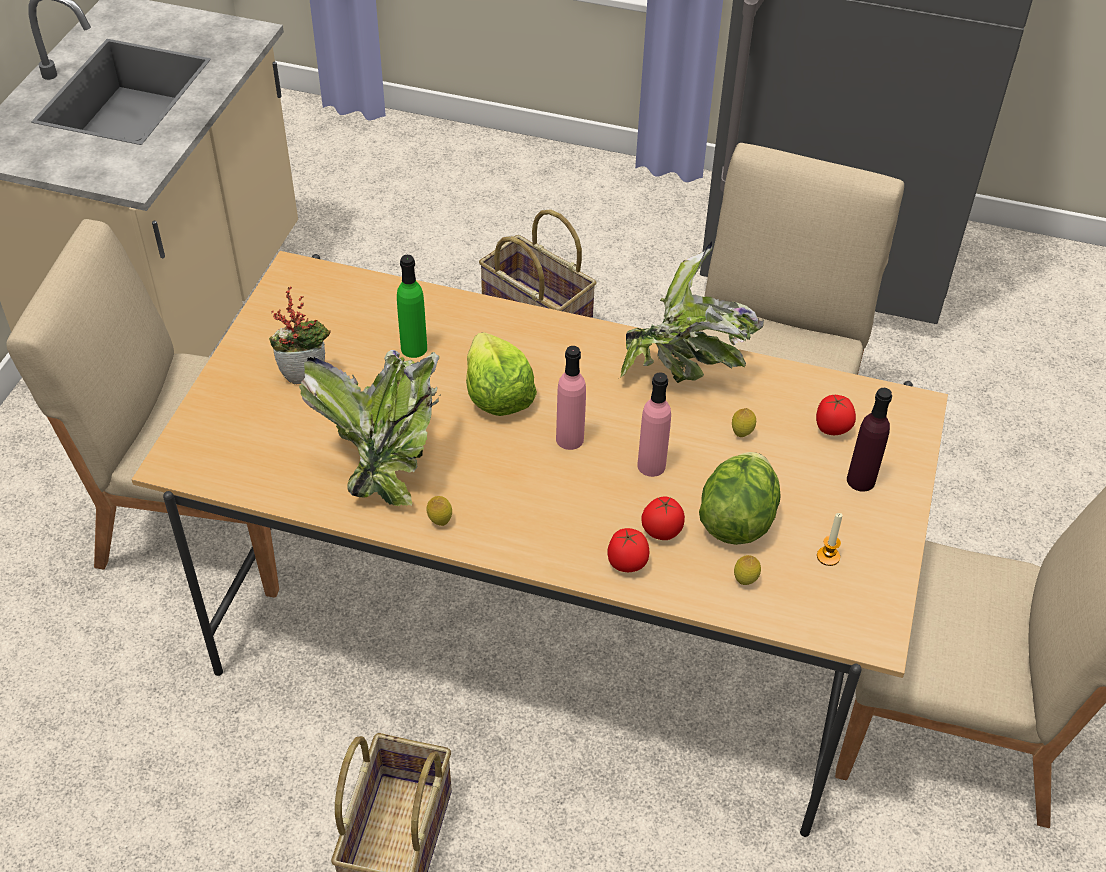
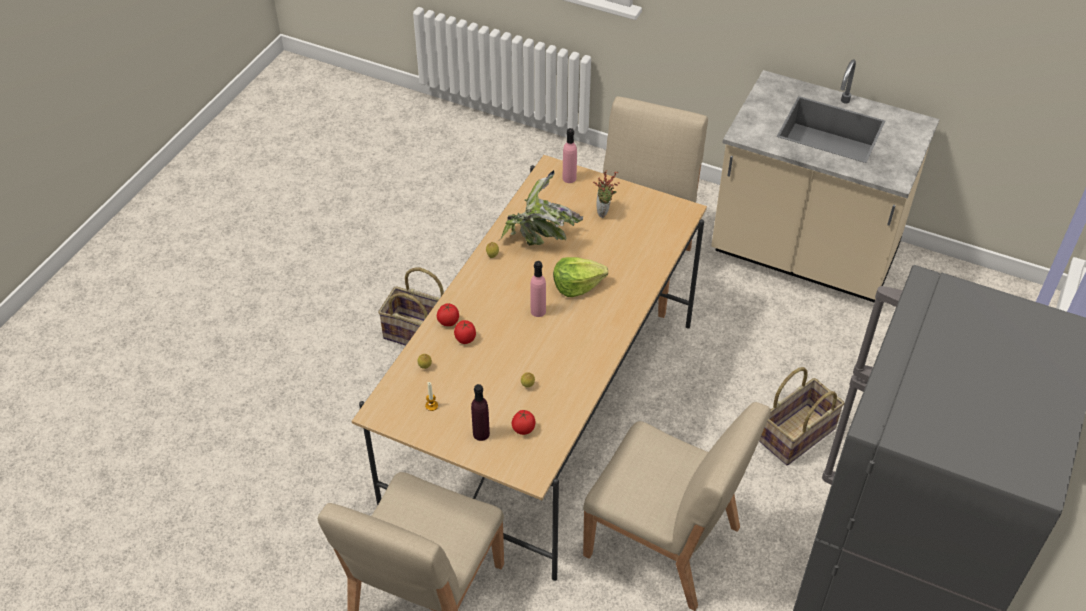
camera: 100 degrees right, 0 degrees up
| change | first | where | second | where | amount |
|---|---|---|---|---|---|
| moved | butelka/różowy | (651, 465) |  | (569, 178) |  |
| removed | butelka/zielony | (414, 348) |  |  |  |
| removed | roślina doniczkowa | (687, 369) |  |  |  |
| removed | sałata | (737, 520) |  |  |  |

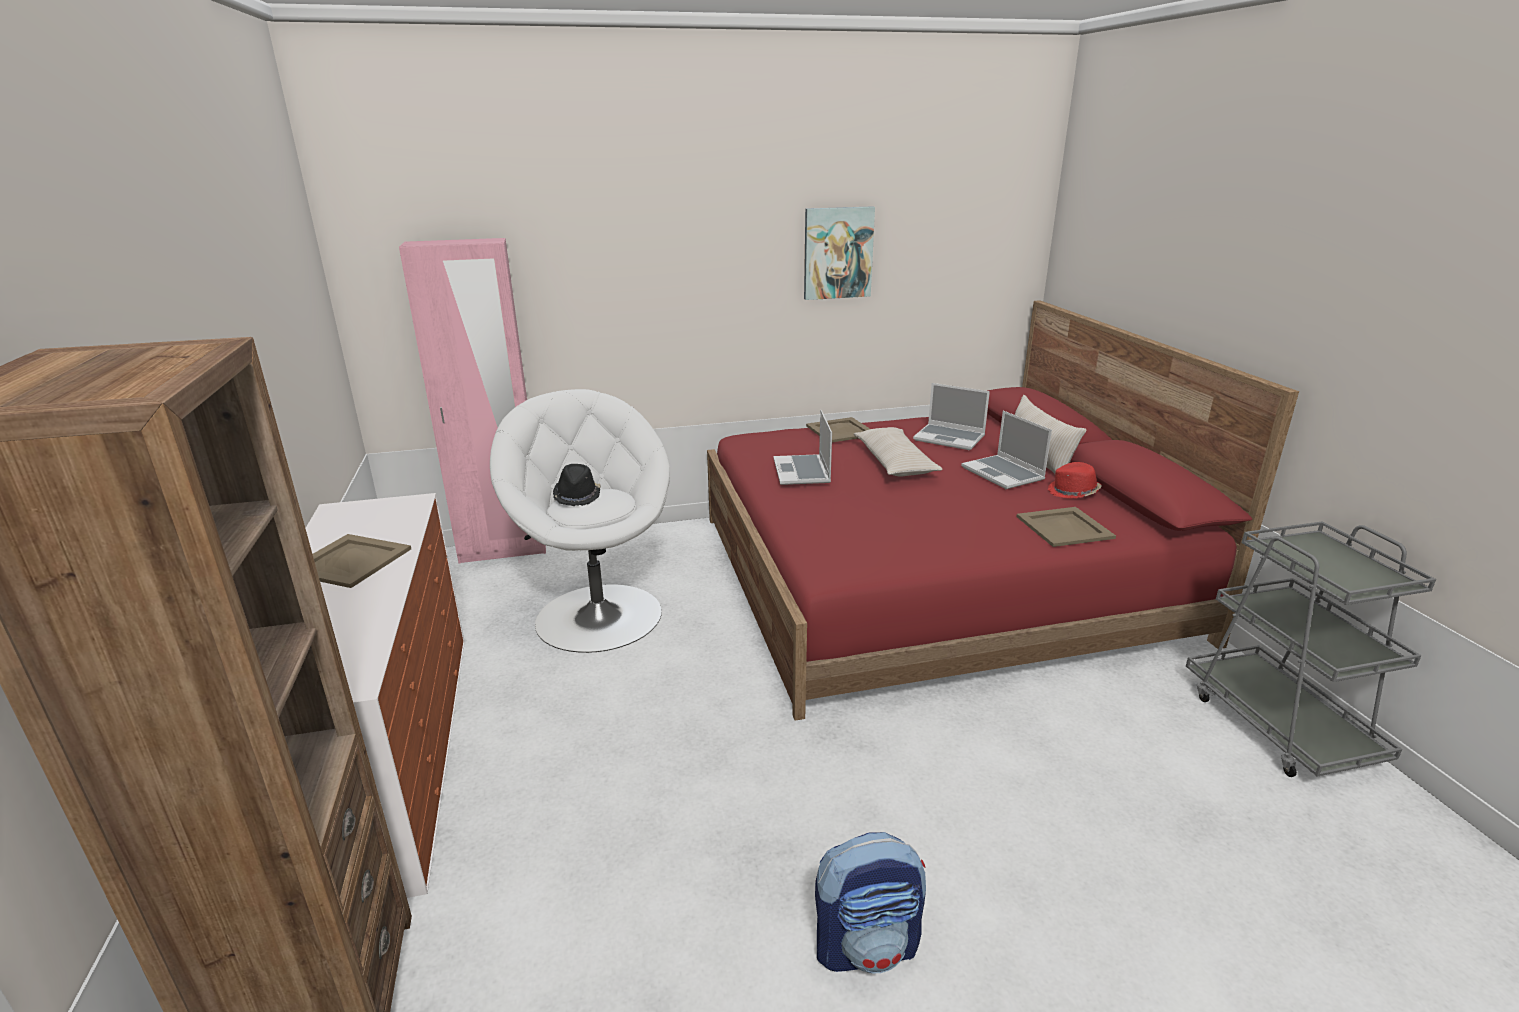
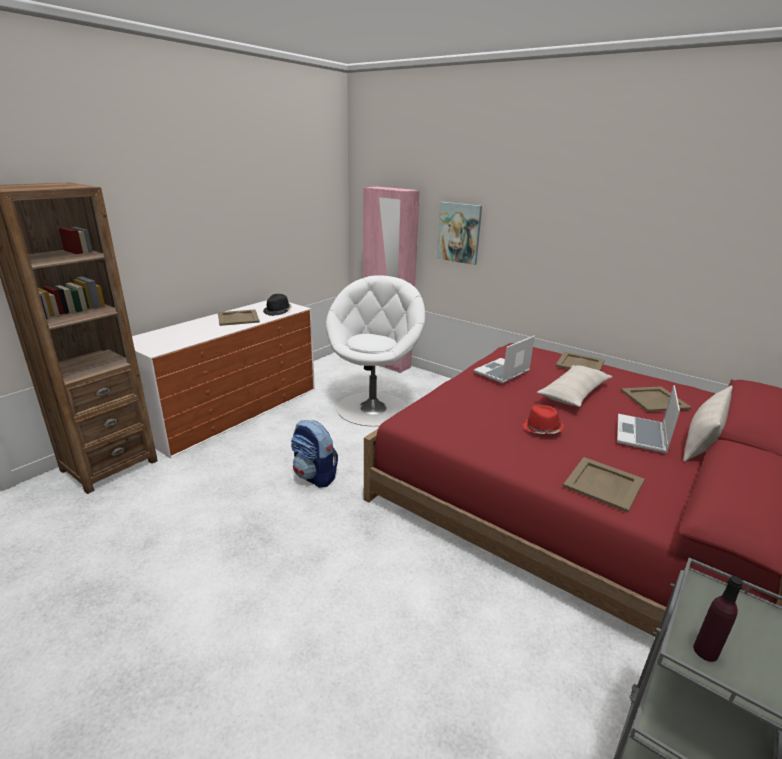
camera: 50 degrees right, 0 degrees up
| change | first | where | second | where | amount |
|---|---|---|---|---|---|
| moved | kapelusz/czarny | (577, 496) |  | (278, 311) |  |
| moved | plecak | (867, 945) |  | (315, 476) |  |
| moved | obraz | (837, 253) |  | (459, 232) |  |
| moved | kapelusz/czerwony | (1073, 492) |  | (541, 430) |  |
| replaced | laptop | (950, 438) | taca/beżowy | (655, 399) |  |
| added |  |  | butelka/fioletowy | (705, 651) |  |

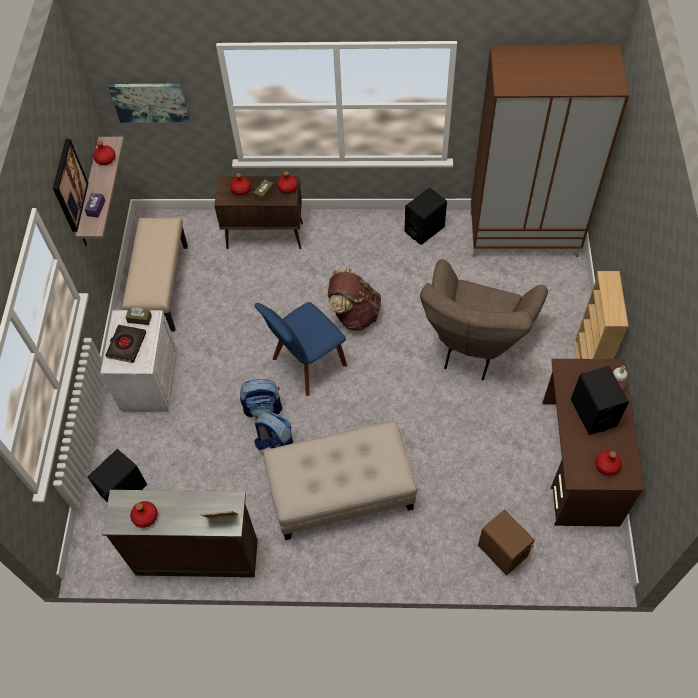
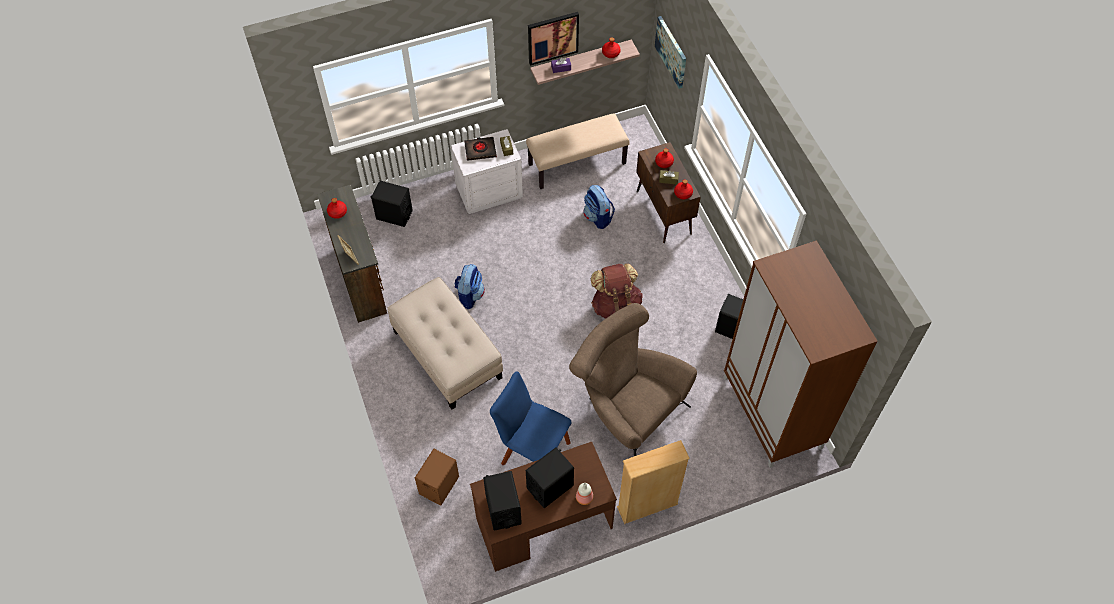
camera: 65 degrees right, 0 degrees up
| change | first | where | second | where | amount |
|---|---|---|---|---|---|
| replaced | butelka/czerwony | (606, 465) | głośnik/czarny | (503, 509) |  |
| moved | krzesło/niebieski | (306, 364) |  | (532, 451) |  |
| turned | fotel/brązowy | (474, 345) |  | (626, 407) | 45 degrees clockwise |
| moved | plecak | (263, 408) |  | (598, 217) |  |

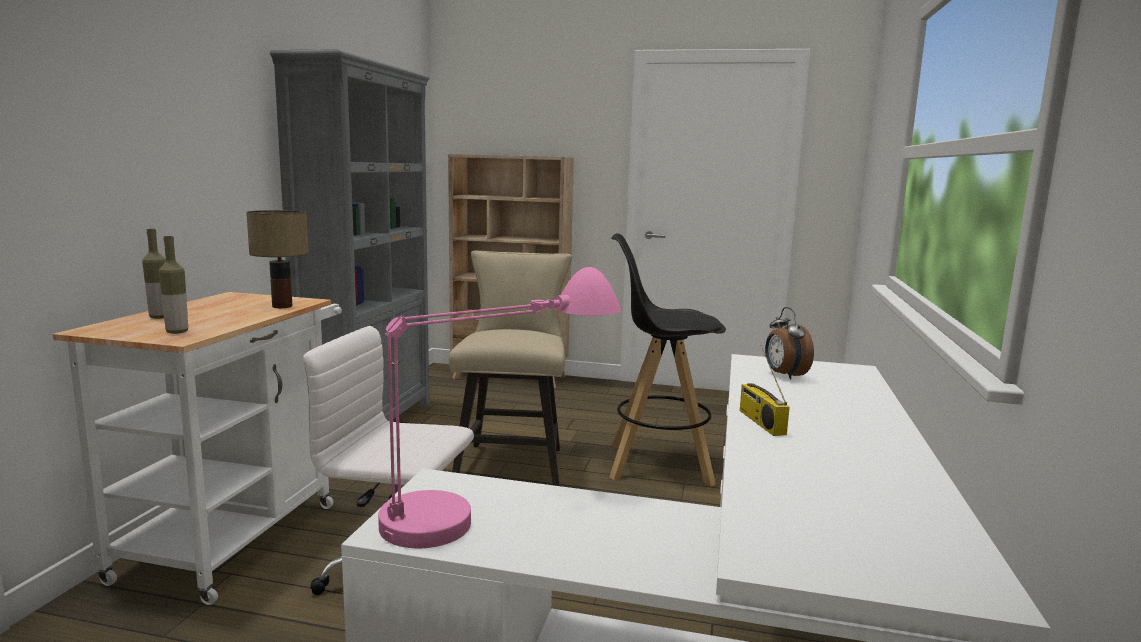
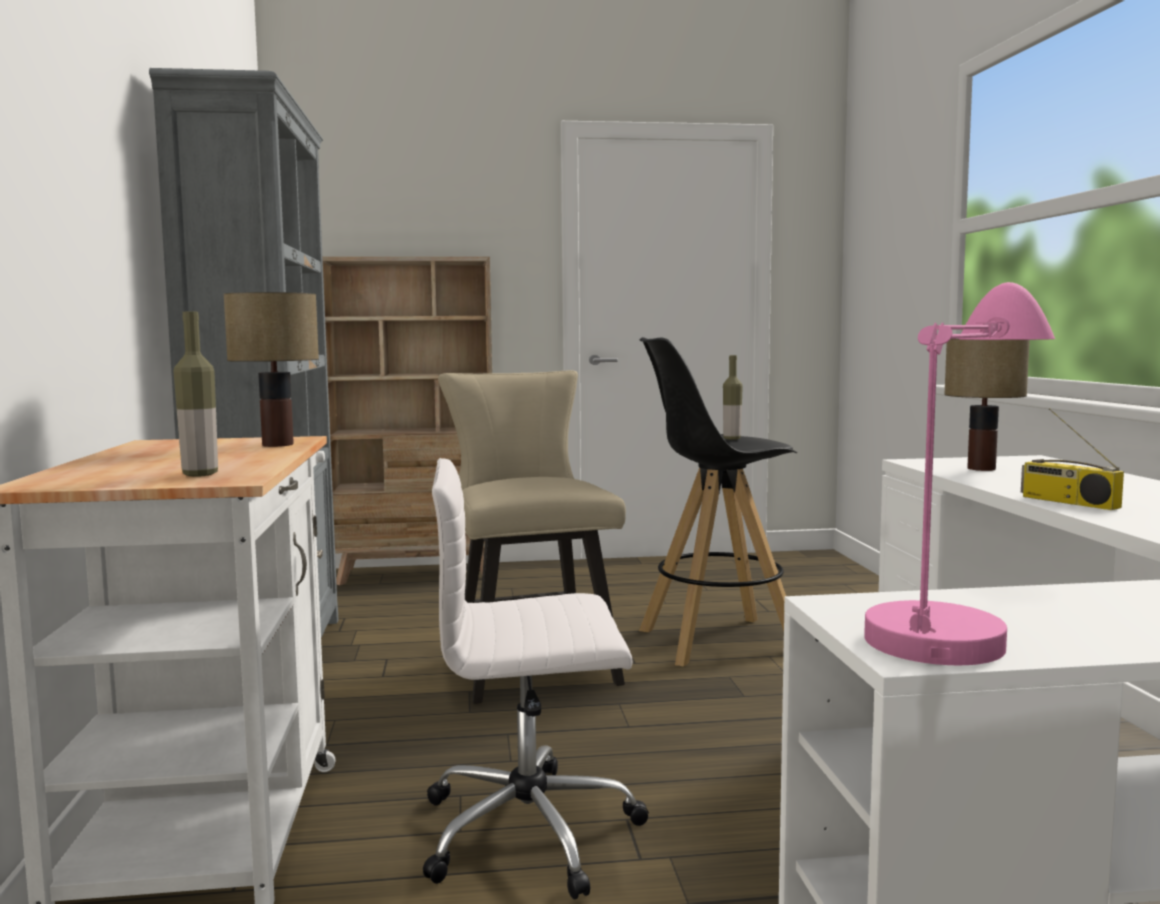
camera: 20 degrees left, 5 degrees down
| change | first | where | second | where | amount |
|---|---|---|---|---|---|
| moved | butelka | (159, 317) |  | (732, 439) |  |
| replaced | budzik | (784, 375) | lampa stołowa | (983, 468) |  |

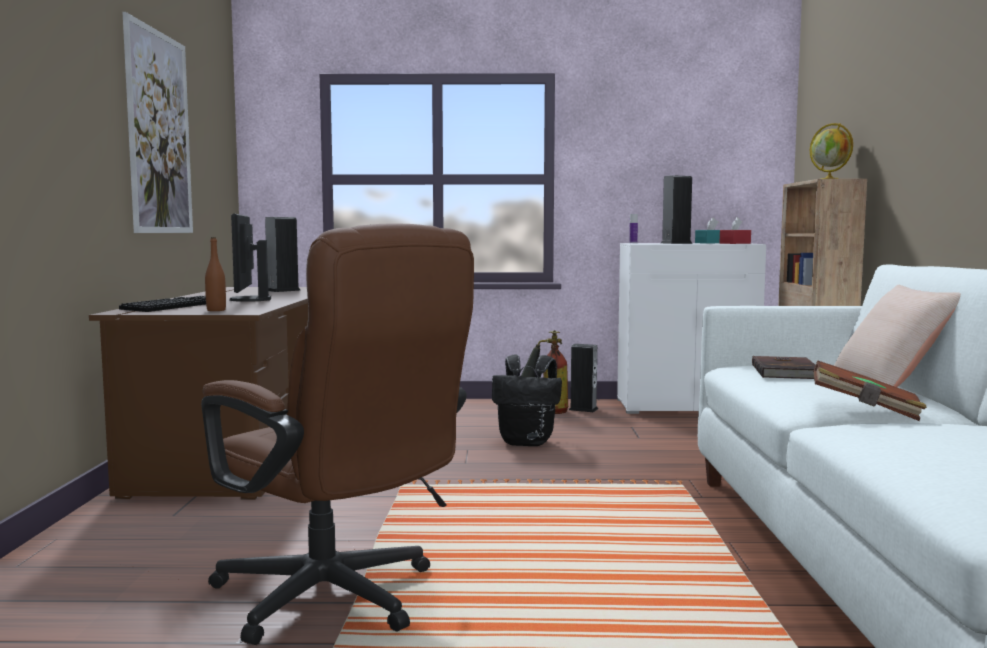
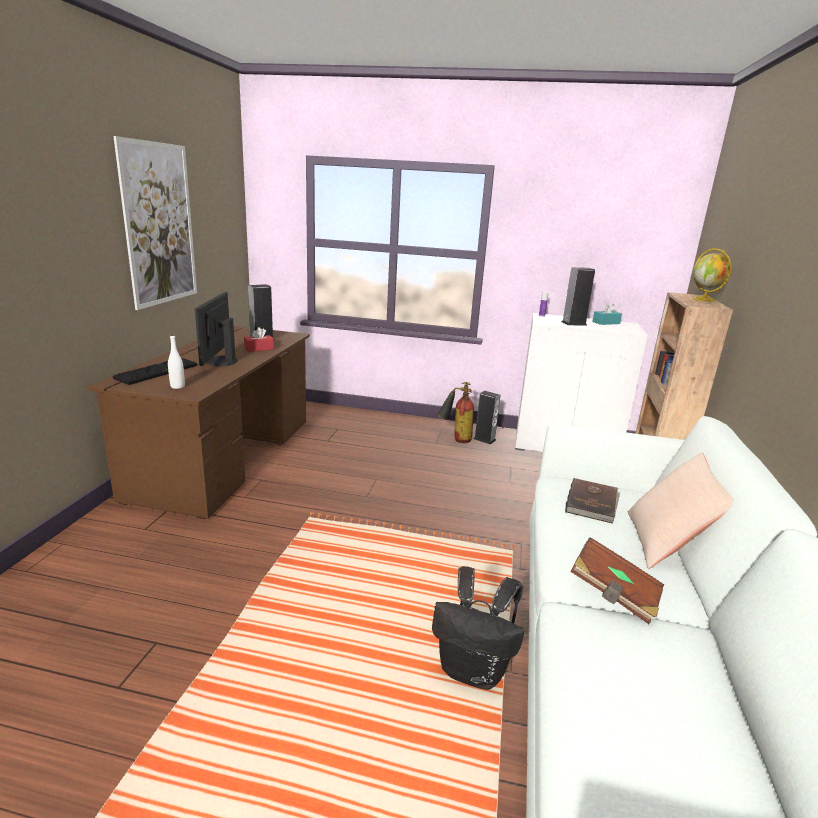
camera: 10 degrees right, 15 degrees up
| change | first | where | second | where | amount |
|---|---|---|---|---|---|
| recoloured | butelka/brązowy | (216, 310) | butelka/biały | (177, 386) |  |
| moved | pudełko chusteczek/czerwony | (735, 243) |  | (259, 349) |  |
| moved | plecak/czarny | (527, 442) |  | (473, 670) |  |
| removed | krzesło biurowe/brązowy | (338, 600) |  |  |  |

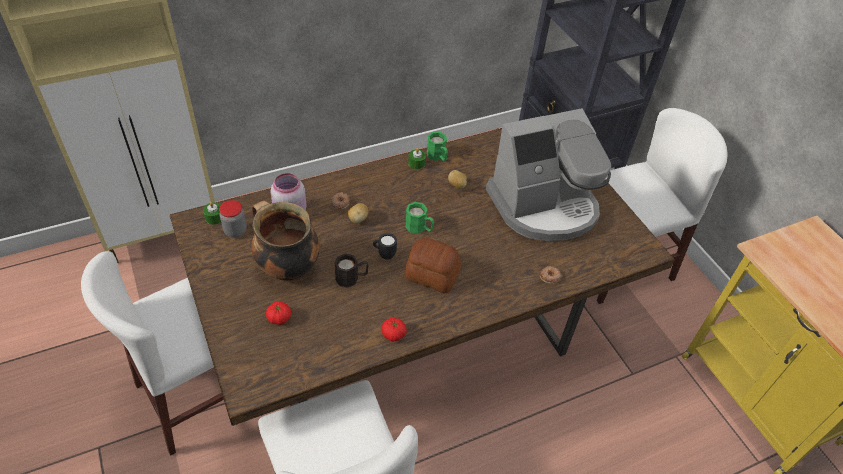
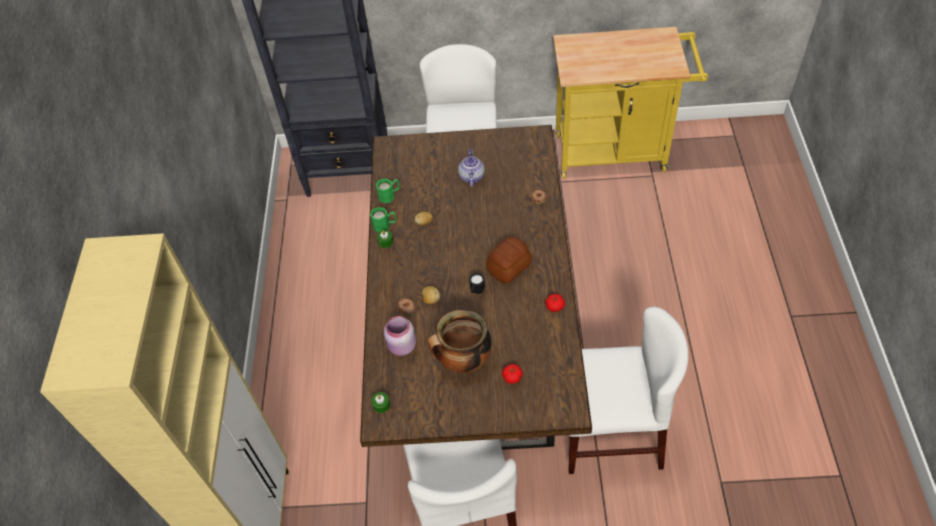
camera: 60 degrees left, 5 degrees up
| change | first | where | second | where | amount |
|---|---|---|---|---|---|
| moved | kubek/zielony | (419, 228) |  | (390, 195) |  |
| replaced | ekspres do kawy | (544, 206) | imbryk | (471, 176) |  |
| removed | słoik | (235, 231) |  |  |  |
| removed | kubek/czarny | (352, 278) |  |  |  |

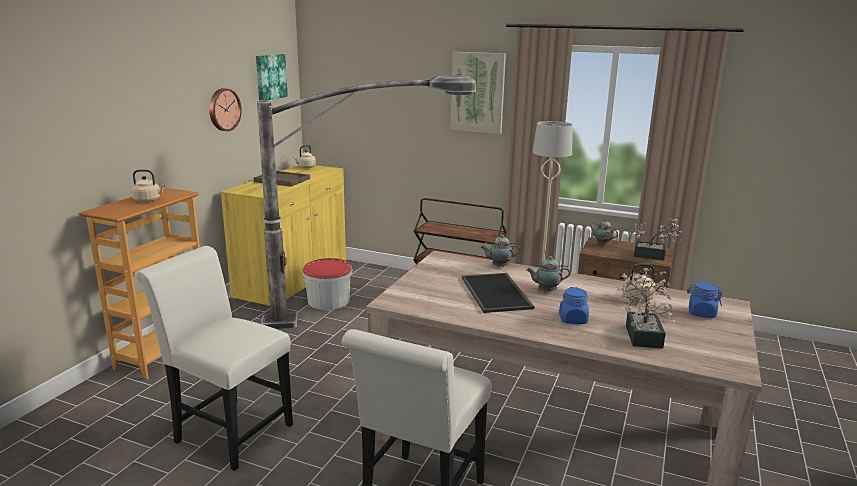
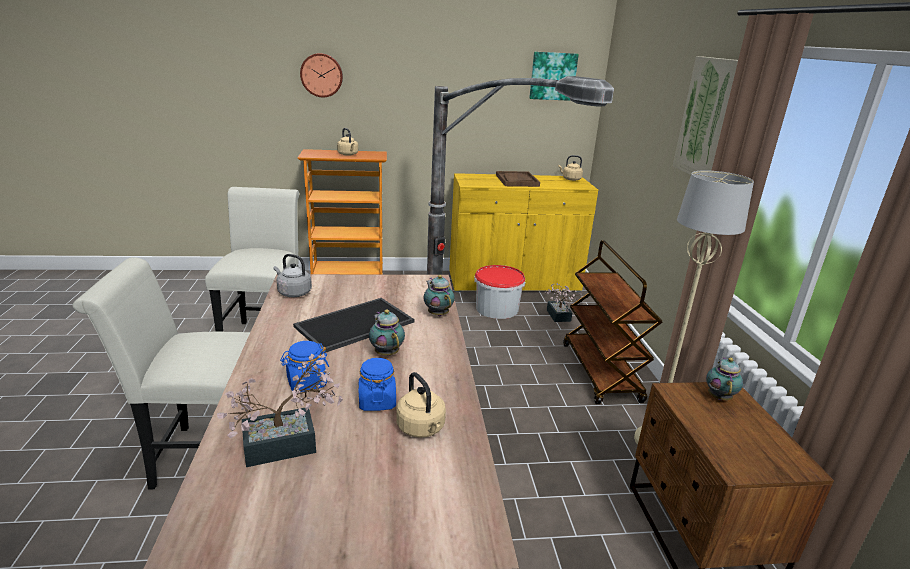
camera: 60 degrees right, 5 degrees up
| change | first | where | second | where | amount |
|---|---|---|---|---|---|
| added |  |  | czajnik/szary | (293, 292) |  |
| moved | zegar ścienny | (223, 109) |  | (321, 75) |  |
| moved | słoik/niebieski | (701, 313) |  | (377, 401) |  |
| moved | roślina doniczkowa | (653, 256) |  | (559, 317) |  |

